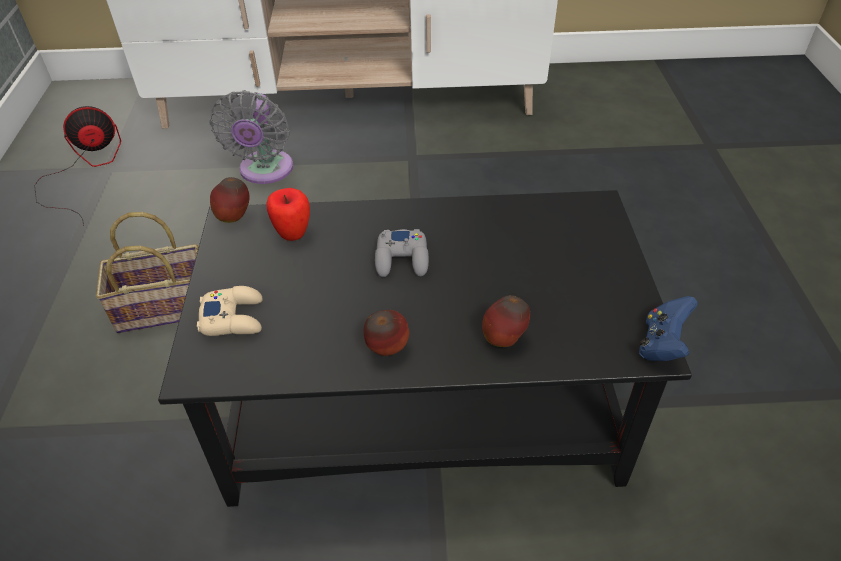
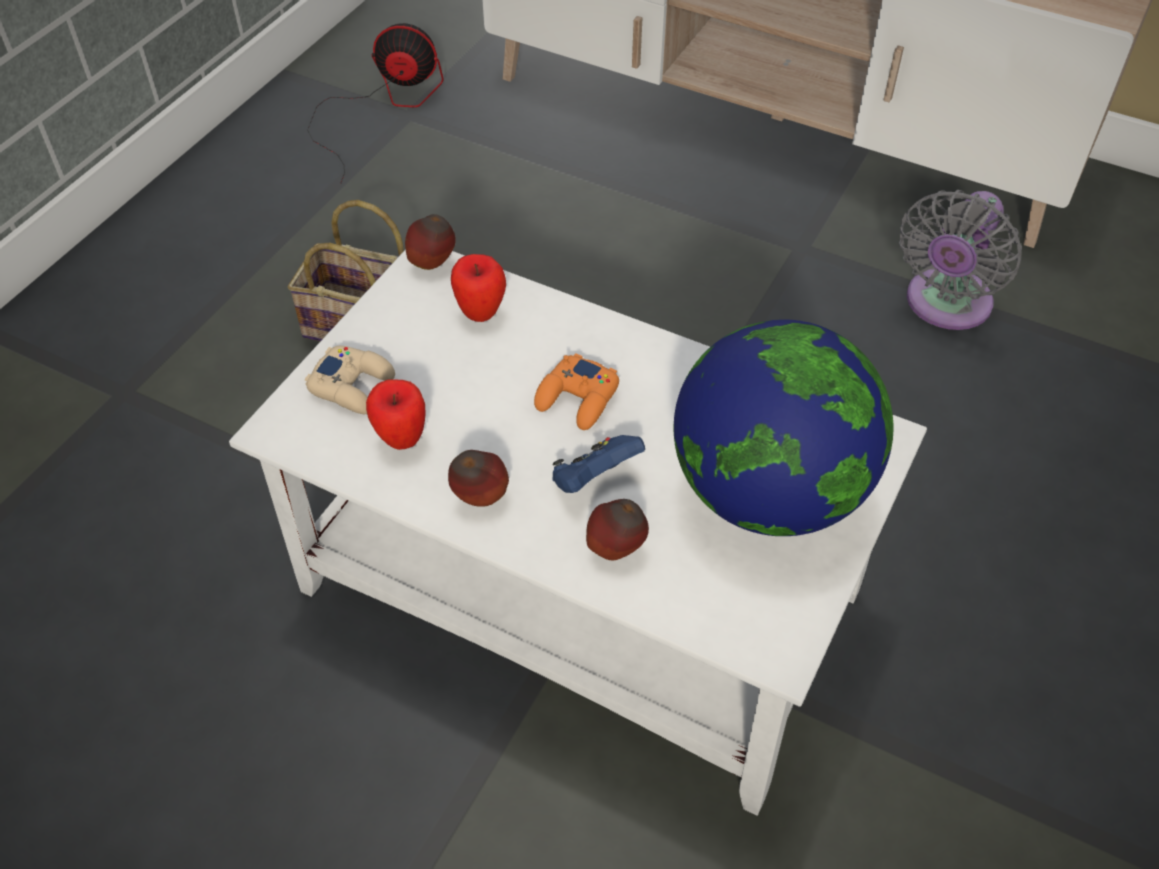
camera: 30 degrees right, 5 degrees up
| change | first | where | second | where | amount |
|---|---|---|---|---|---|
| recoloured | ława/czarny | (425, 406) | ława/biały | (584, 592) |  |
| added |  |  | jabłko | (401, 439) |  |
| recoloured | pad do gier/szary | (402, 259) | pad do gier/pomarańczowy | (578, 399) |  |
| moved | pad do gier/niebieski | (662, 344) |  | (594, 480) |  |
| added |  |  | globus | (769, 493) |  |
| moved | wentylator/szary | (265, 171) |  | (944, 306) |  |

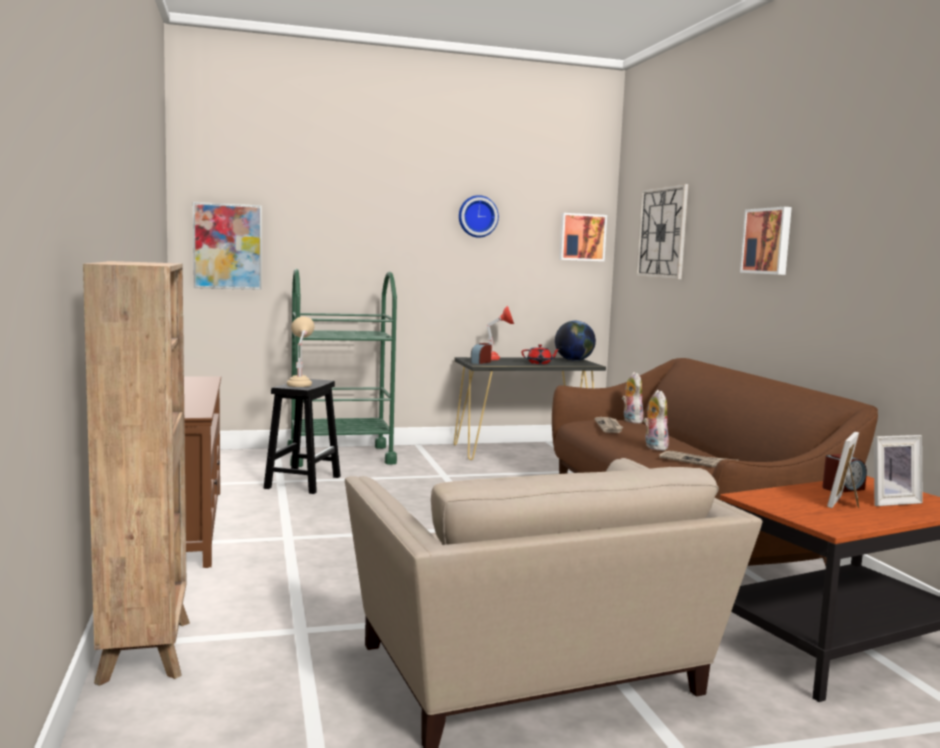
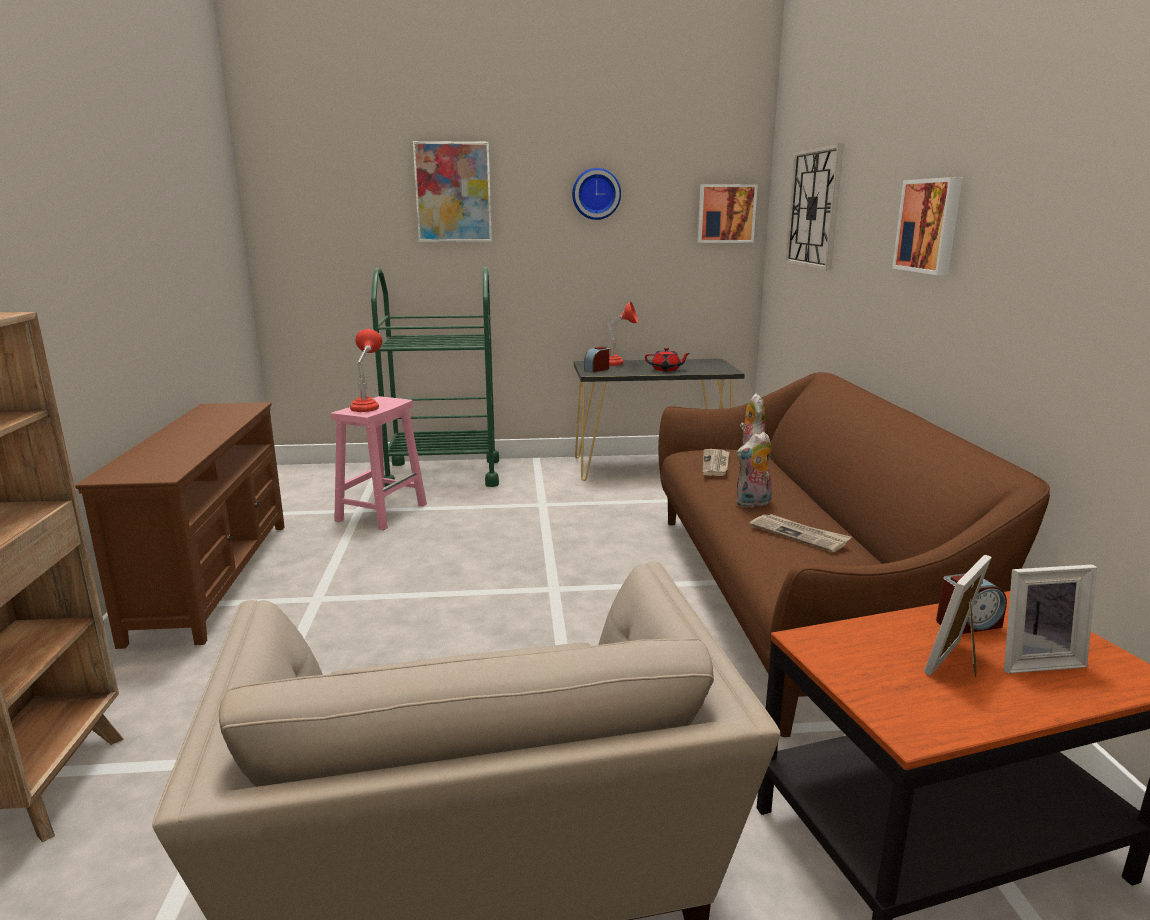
camera: 10 degrees right, 10 degrees up
| change | first | where | second | where | amount |
|---|---|---|---|---|---|
| recoloured | stołek/czarny | (303, 482) | stołek/różowy | (382, 512) |  |
| recoloured | lampa stołowa/beżowy | (300, 384) | lampa stołowa/czerwony | (367, 407) |  |
| moved | obraz | (227, 246) |  | (453, 192) |  |
| turned | pluszak | (653, 447) |  | (753, 504) | 120 degrees counterclockwise |
| removed | globus | (574, 360) |  |  |  |

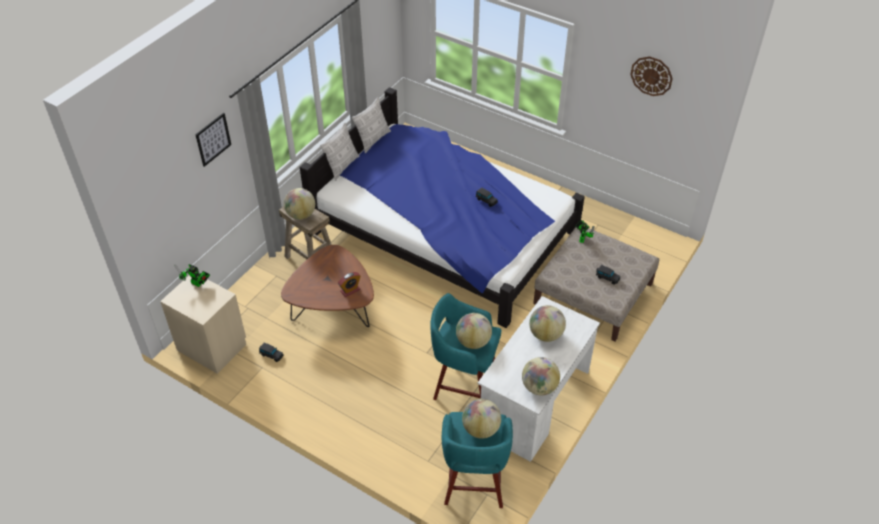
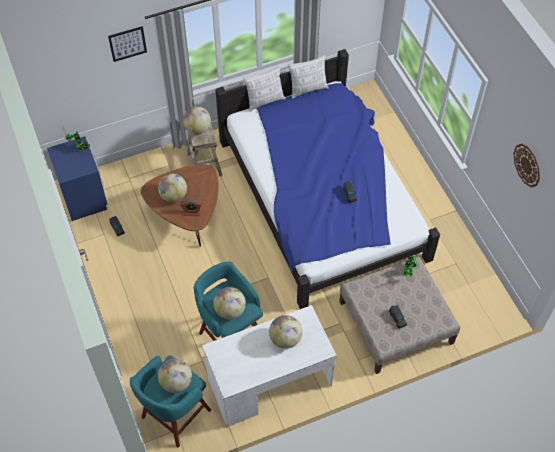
camera: 35 degrees right, 10 degrees up
| change | first | where | second | where | amount |
|---|---|---|---|---|---|
| recoloured | szafka nocna/beżowy | (212, 346) | szafka nocna/niebieski | (84, 197) |  |
| moved | globus | (539, 387) |  | (173, 196) |  |

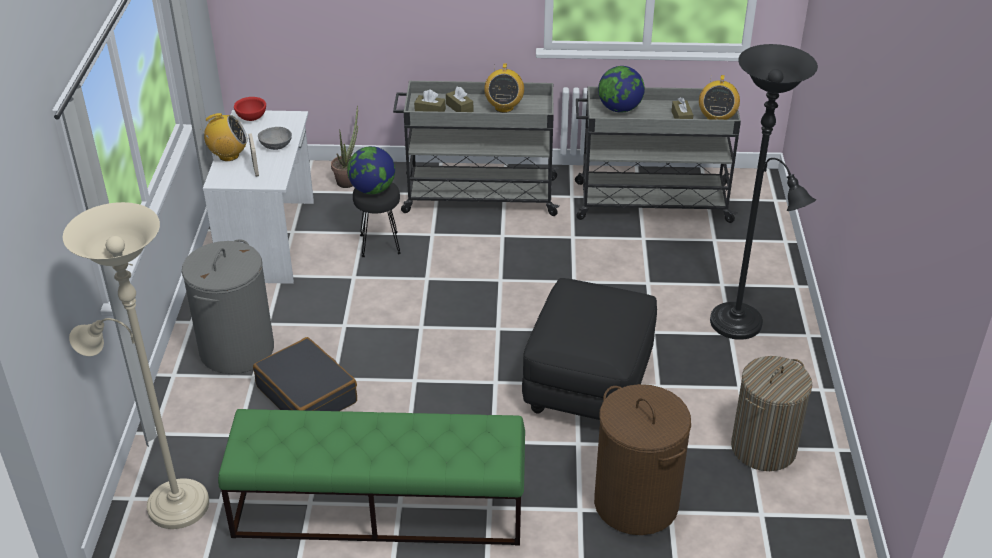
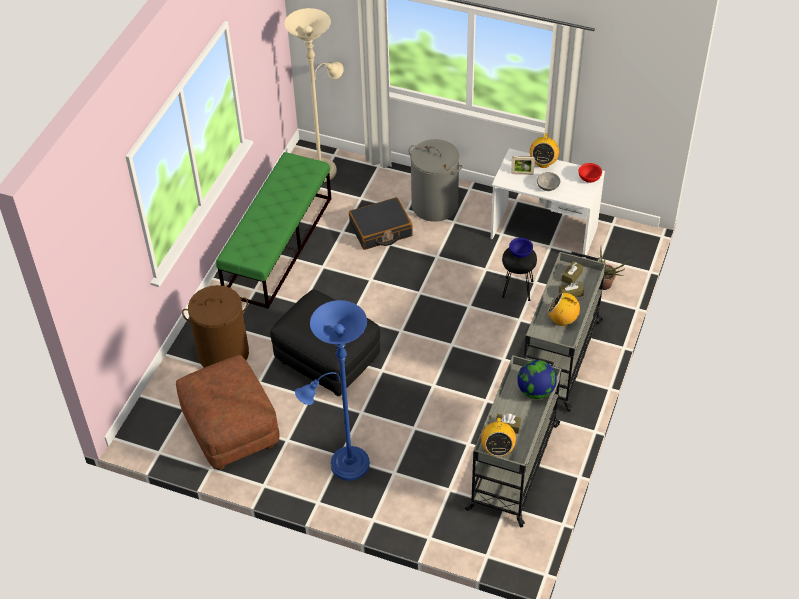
camera: 110 degrees right, 10 degrees up
| change | first | where | second | where | amount |
|---|---|---|---|---|---|
| replaced | kosz na pranie | (763, 447) | pufa/brązowy | (231, 431) |  |
| recoloured | lampa stojąca/czarny | (741, 326) | lampa stojąca/niebieski | (344, 466) |  |
| turned | radio | (716, 119) |  | (497, 449) | 120 degrees counterclockwise |
| replaced | globus | (372, 189) | miska/niebieski | (520, 253) |  |

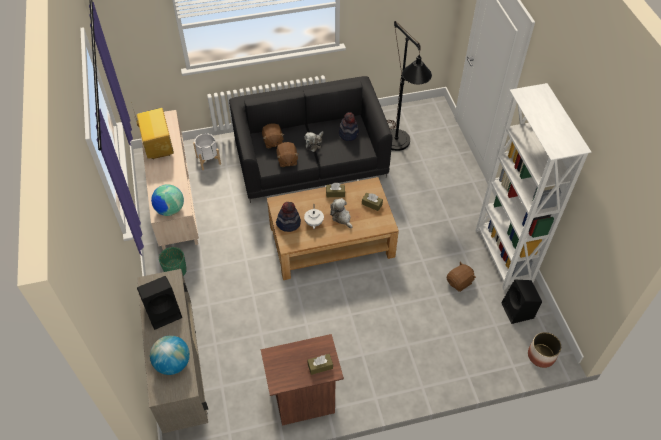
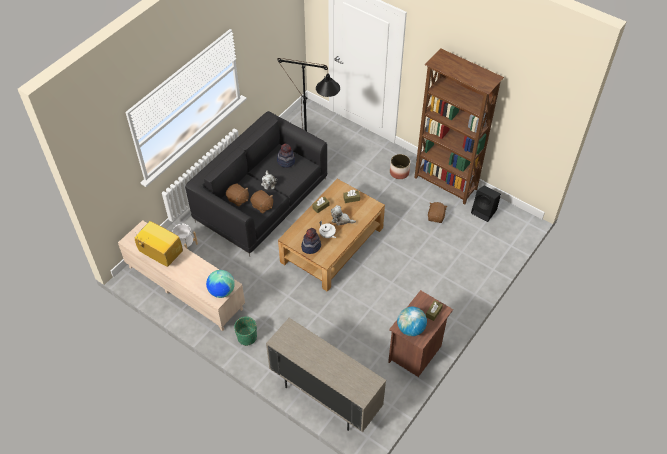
camera: 40 degrees left, 0 degrees up
| change | first | where | second | where | amount |
|---|---|---|---|---|---|
| moved | donica | (541, 355) |  | (399, 172) |  |
| moved | globus | (173, 363) |  | (410, 329) |  |
| recoloured | regał/biały | (502, 256) | regał/brązowy | (445, 184) |  |
| removed | głośnik/czarny | (164, 312) |  |  |  |

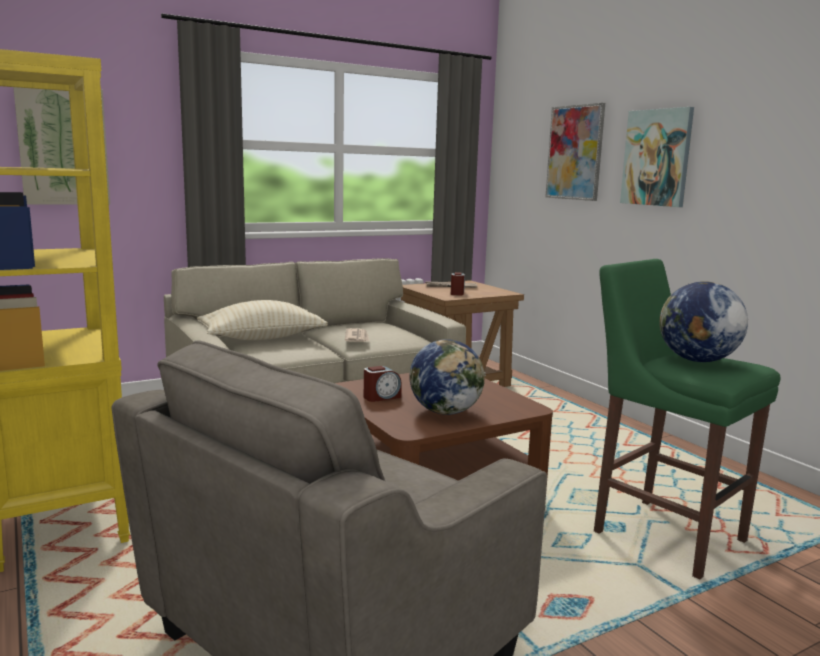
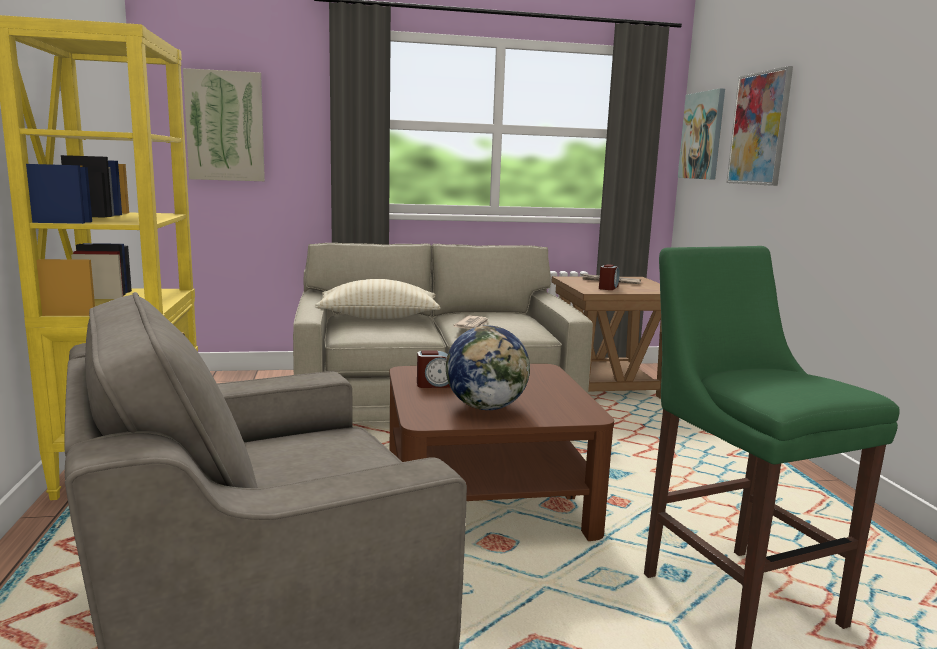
camera: 20 degrees right, 0 degrees up
| change | first | where | second | where | amount |
|---|---|---|---|---|---|
| moved | obraz | (657, 157) |  | (702, 136) |  |
| removed | globus | (697, 360) |  |  |  |

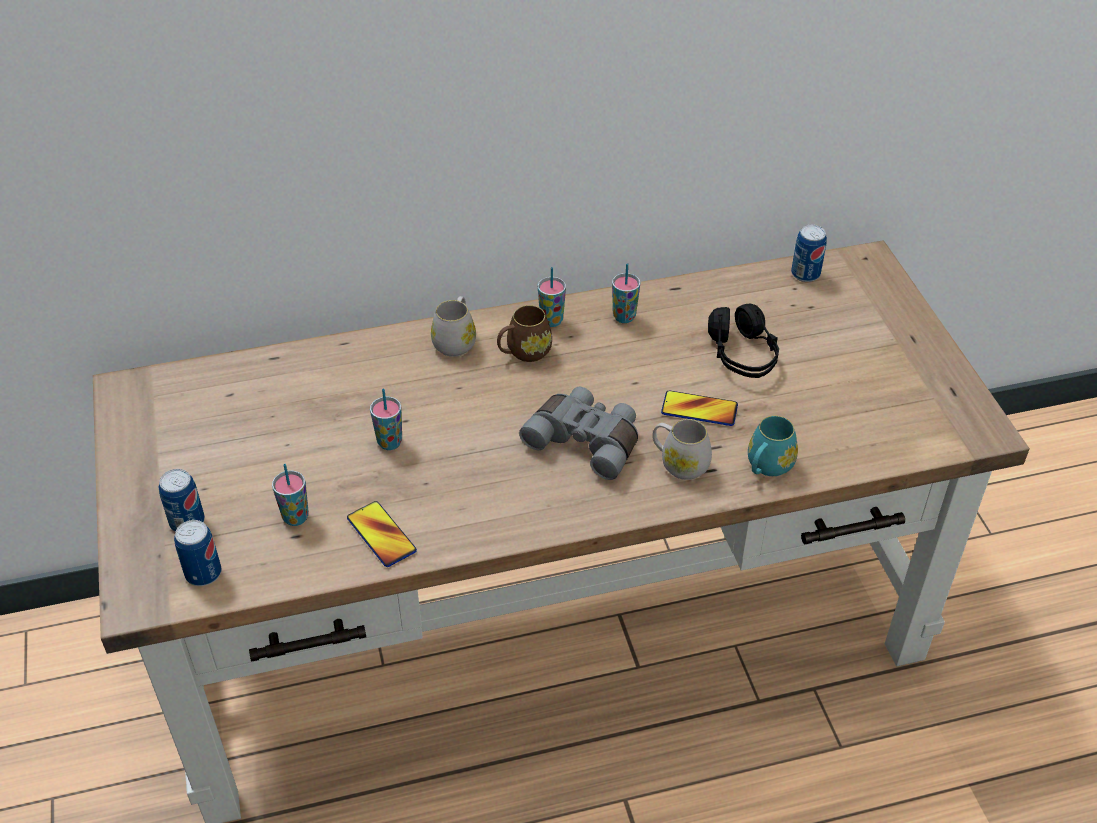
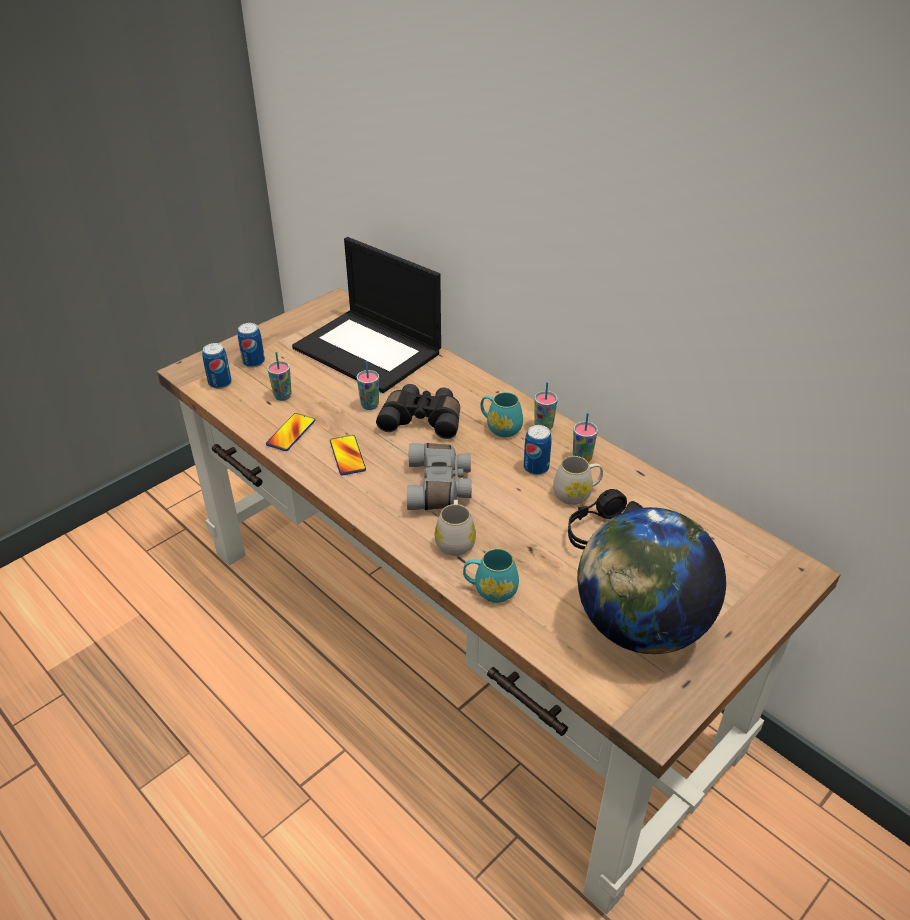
camera: 60 degrees right, 5 degrees down
| change | first | where | second | where | amount |
|---|---|---|---|---|---|
| added |  |  | laptop | (369, 350) |  |
| moved | telefon | (699, 409) |  | (347, 456) |  |
| added |  |  | lornetka/czarny | (422, 420) |  |
| recoloured | kubek/brązowy | (524, 352) | kubek/turkusowy | (500, 427) |  |
| moved | puszka | (805, 274) |  | (536, 468) |  |
| moved | kubek/biały | (456, 341) |  | (576, 494) |  |
| added |  |  | globus | (640, 627) |  |

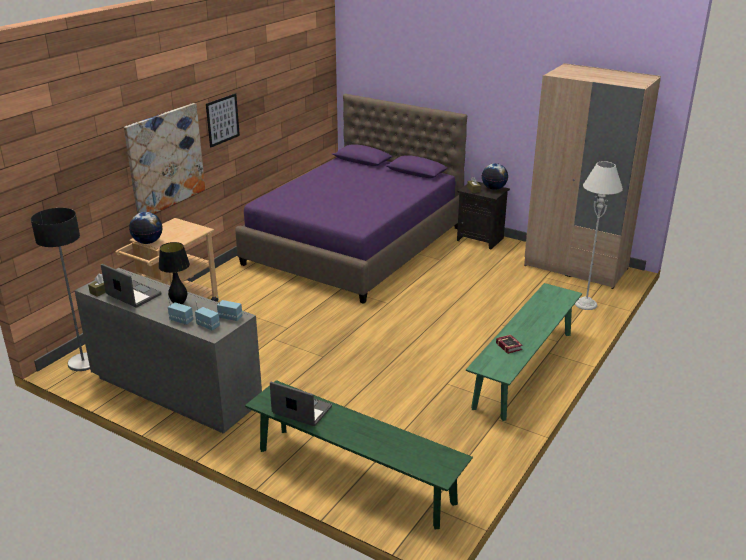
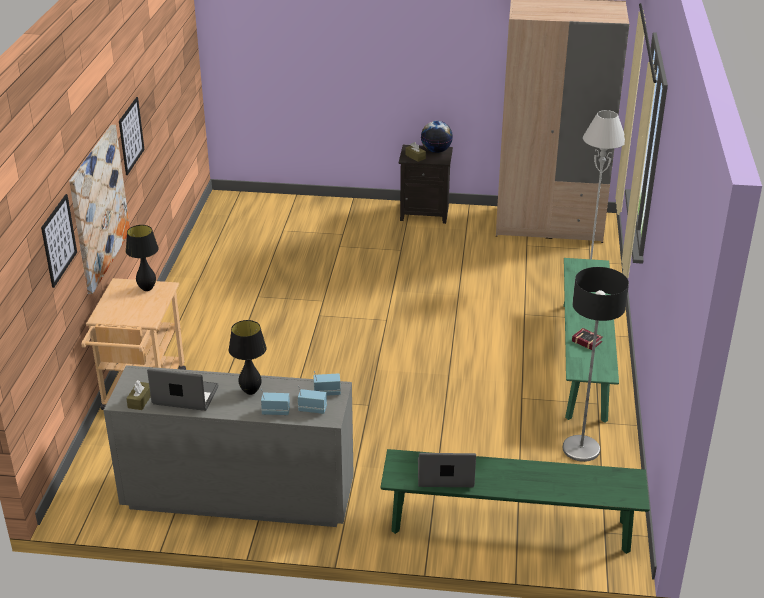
camera: 25 degrees left, 5 degrees up
| change | first | where | second | where | amount |
|---|---|---|---|---|---|
| added |  |  | obraz | (58, 240) |  |
| added |  |  | lampa stołowa/czarny | (147, 289) |  |
| moved | lampa stojąca | (83, 362) |  | (581, 449) |  |
| removed | globus | (148, 242) |  |  |  |
| removed | łóżko/fioletowy | (355, 245) |  |  |  |

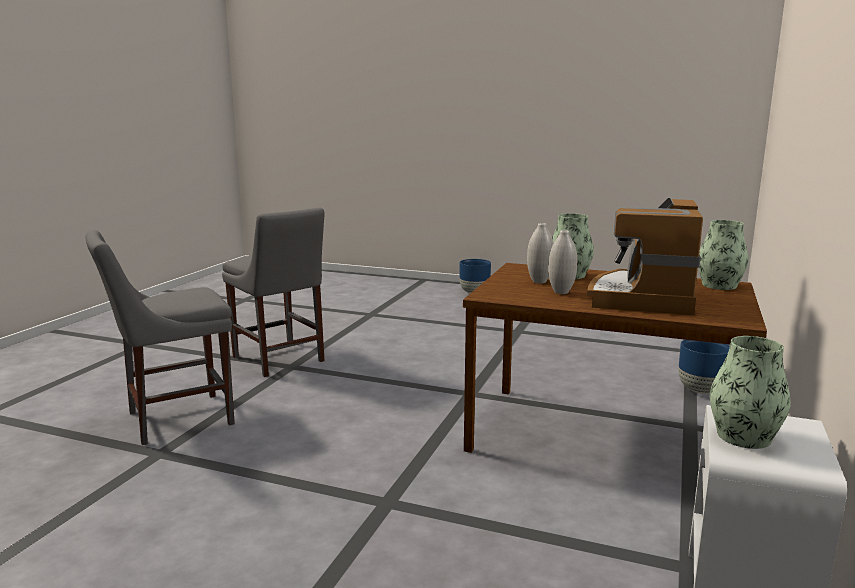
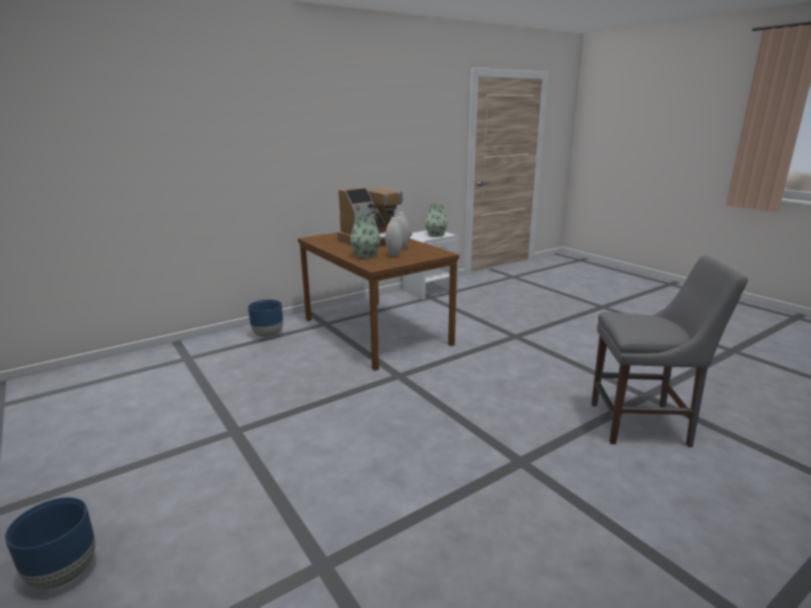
camera: 145 degrees left, 5 degrees up
| change | first | where | second | where | amount |
|---|---|---|---|---|---|
| removed | krzesło/szary | (280, 360) |  |  |  |
| removed | wazon | (719, 285) |  |  |  |

